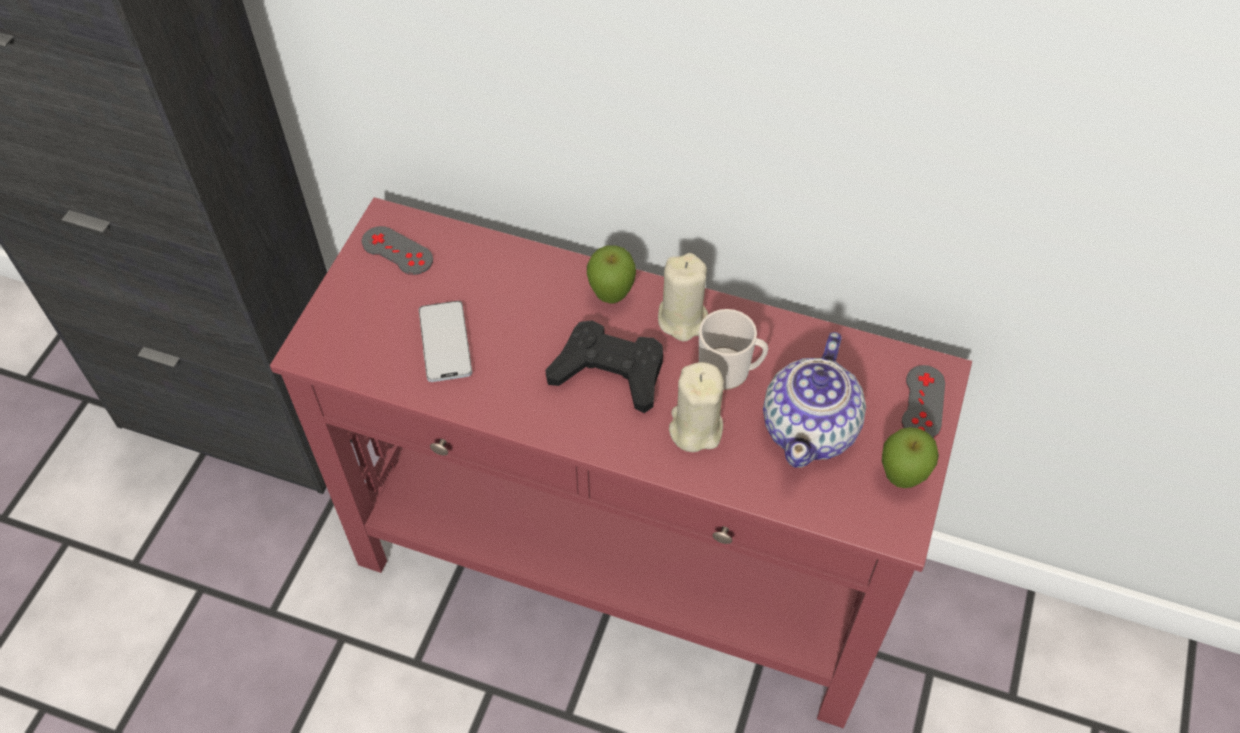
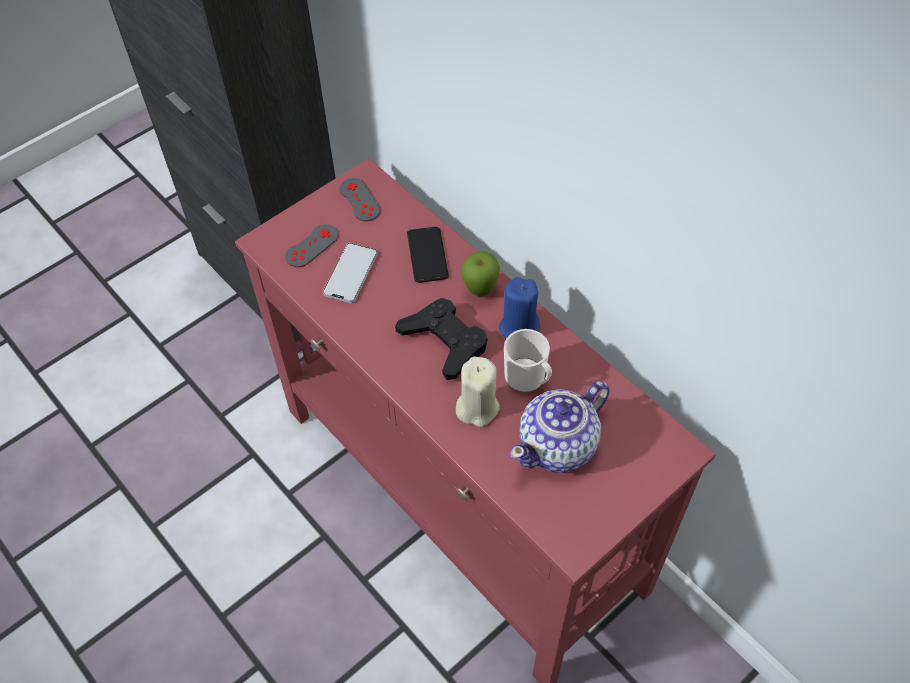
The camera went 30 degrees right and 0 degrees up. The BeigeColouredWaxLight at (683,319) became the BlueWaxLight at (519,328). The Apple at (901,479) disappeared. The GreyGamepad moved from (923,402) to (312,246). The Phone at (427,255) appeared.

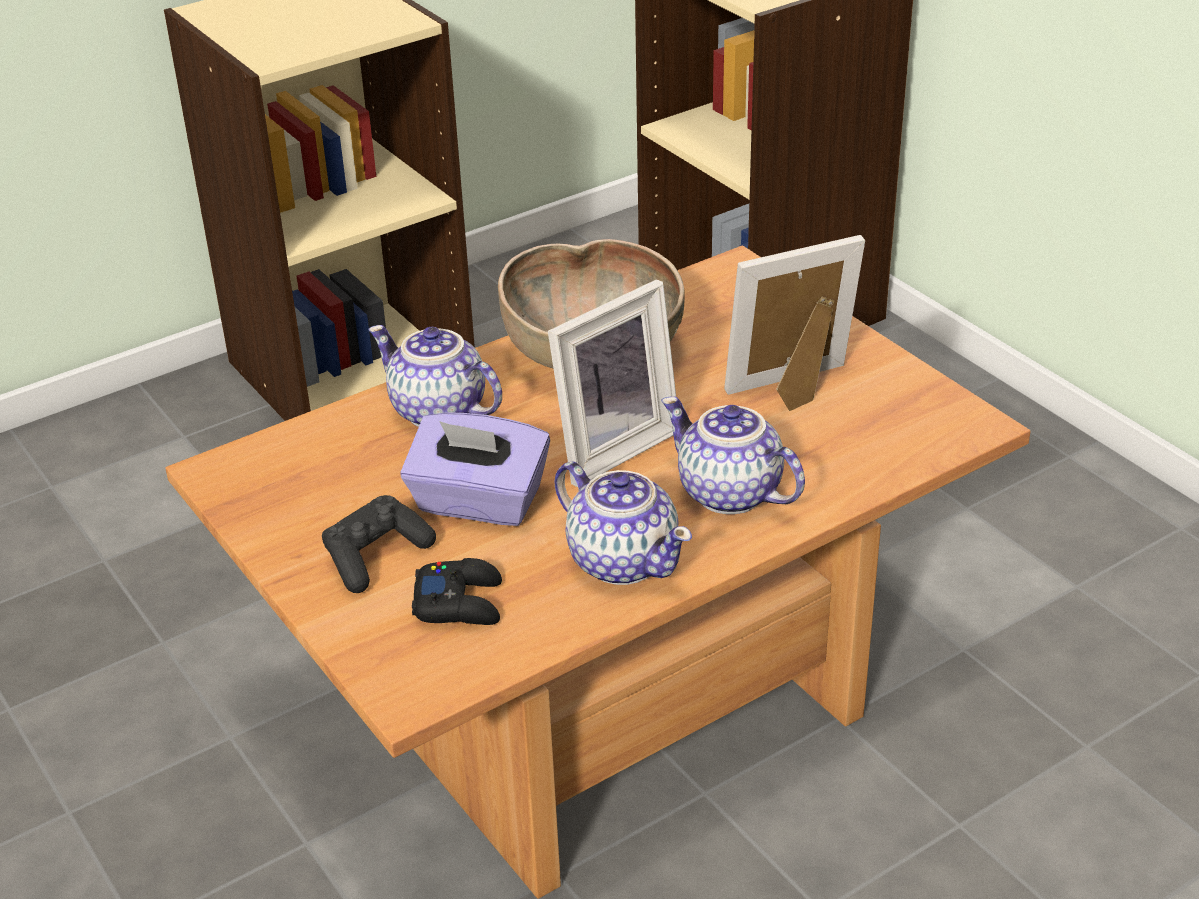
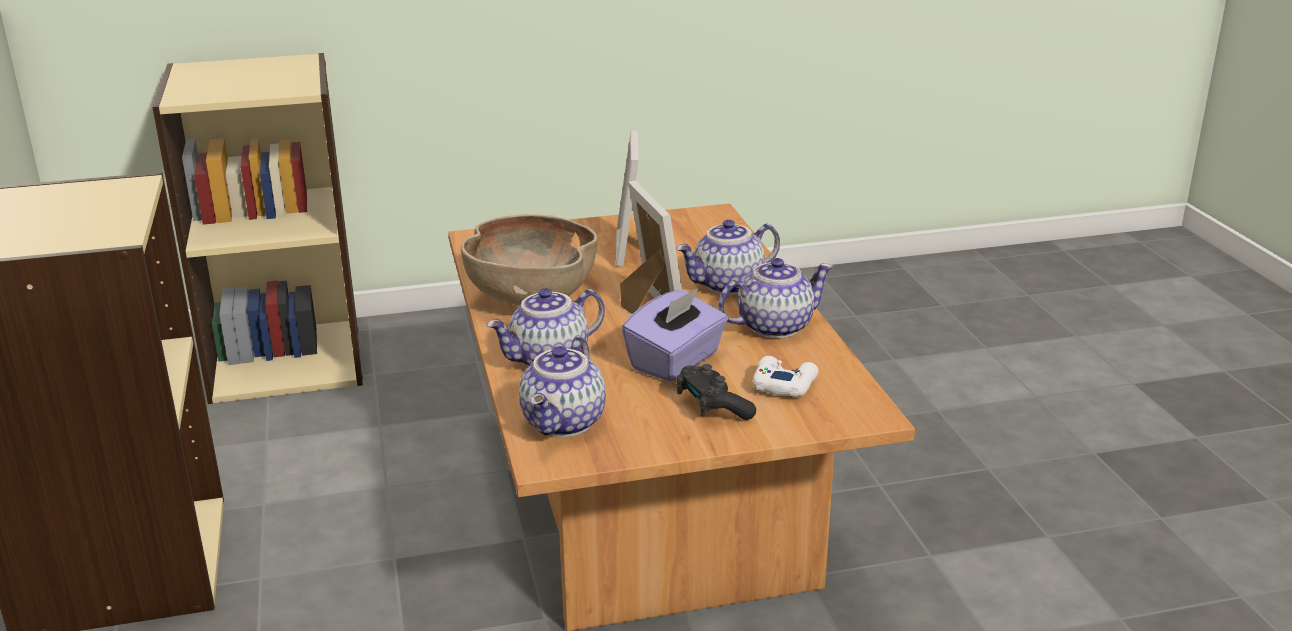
The camera went 70 degrees left and 10 degrees down. The BlackColouredGamepad at (460,603) became the WhiteColouredGamepad at (784,384). The TeaPot at (565,423) appeared.

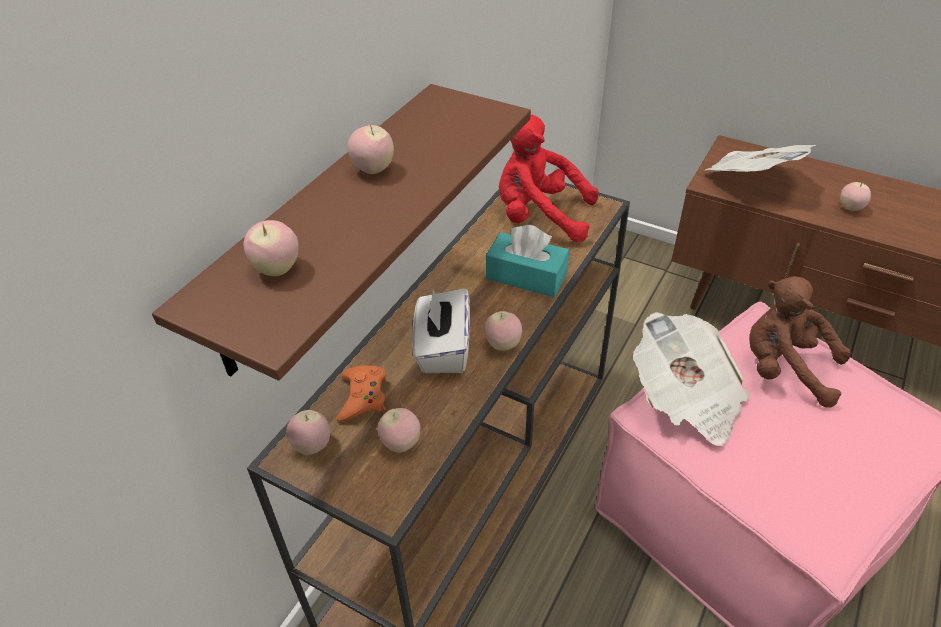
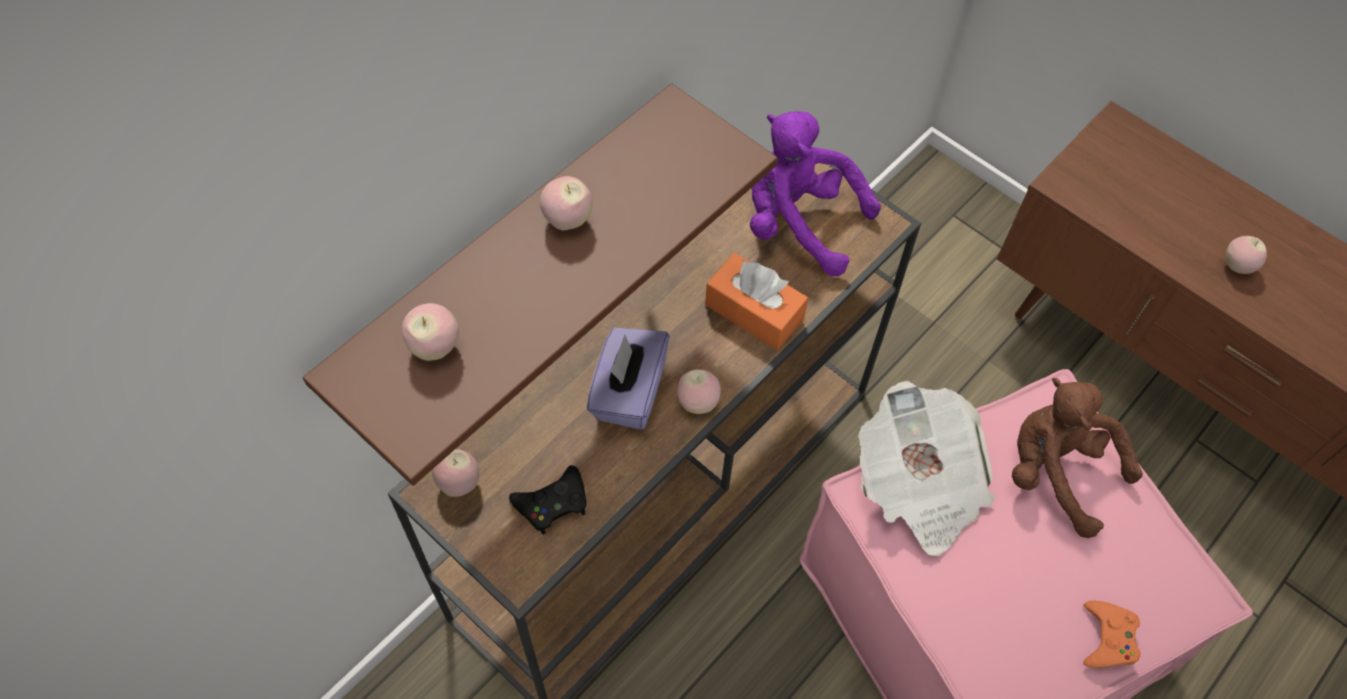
The camera went 10 degrees right and 15 degrees up. The OrangeColouredGamepad moved from (362,397) to (1108,638). The Apple at (401,443) was replaced by the BlackColouredGamepad at (552,503). The WhiteColouredTissueHolder at (443,349) became the PurpleColouredTissueHolder at (628,392). The TurquoiseColouredTissueHolder at (526,276) became the OrangeColouredTissueHolder at (754,311). The RedColouredSoftToy at (539,217) became the PurpleColouredSoftToy at (798,223). The DailyPaper at (751,179) disappeared.

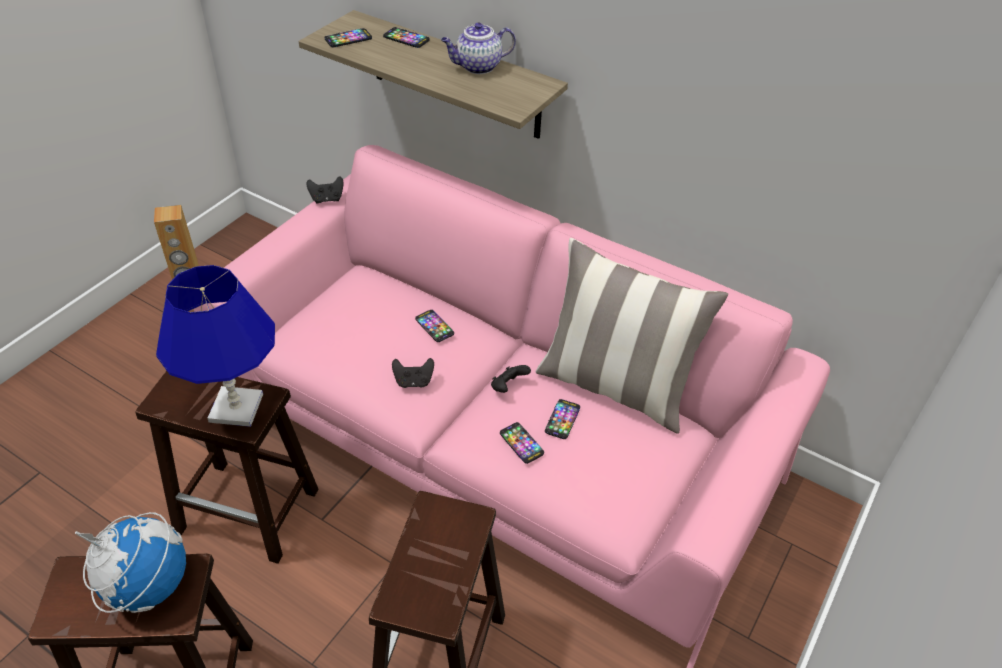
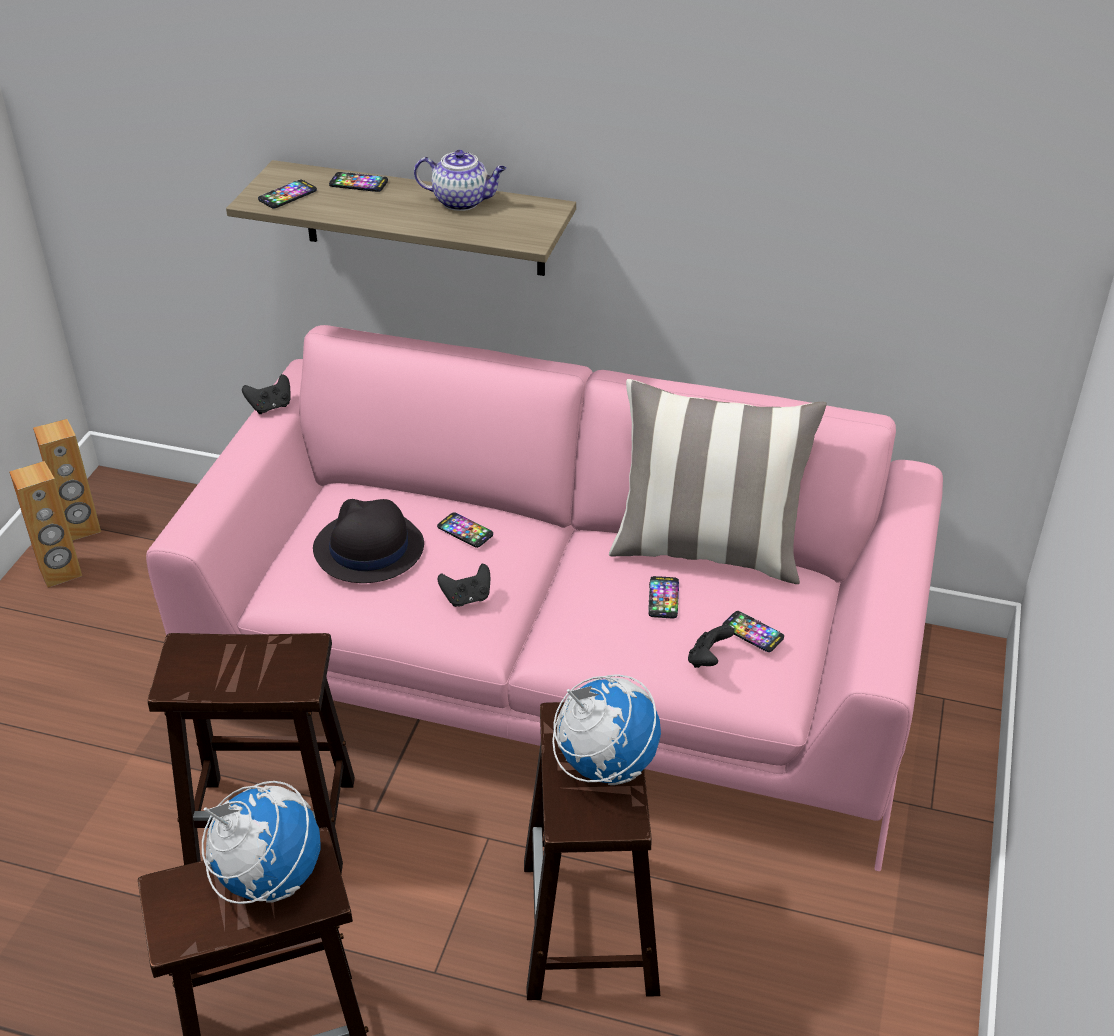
The camera went 15 degrees left and 5 degrees down. The BlueTableLamp at (236,408) disappeared. The TeaPot at (477,67) turned 135 degrees counterclockwise. The BlackColouredGamepad moved from (508,387) to (708,659). The Phone moved from (521,443) to (752,632). The BrownishLoudspeaker at (81,528) appeared. The BlackColouredClothingHat at (368,549) appeared. The Globe at (605,764) appeared.

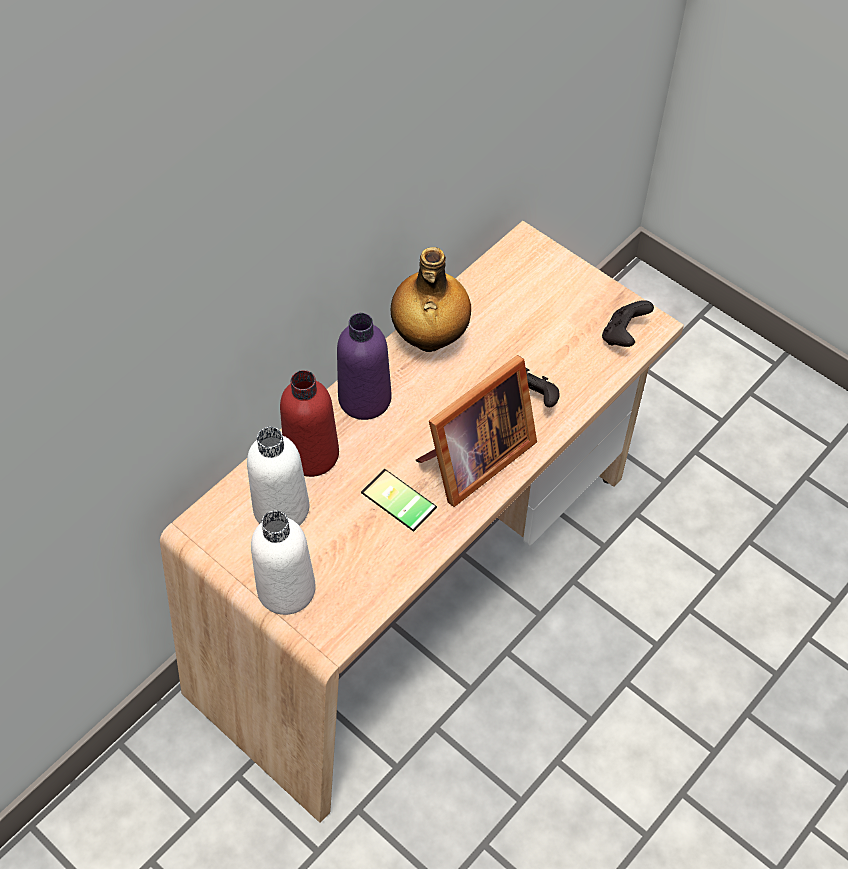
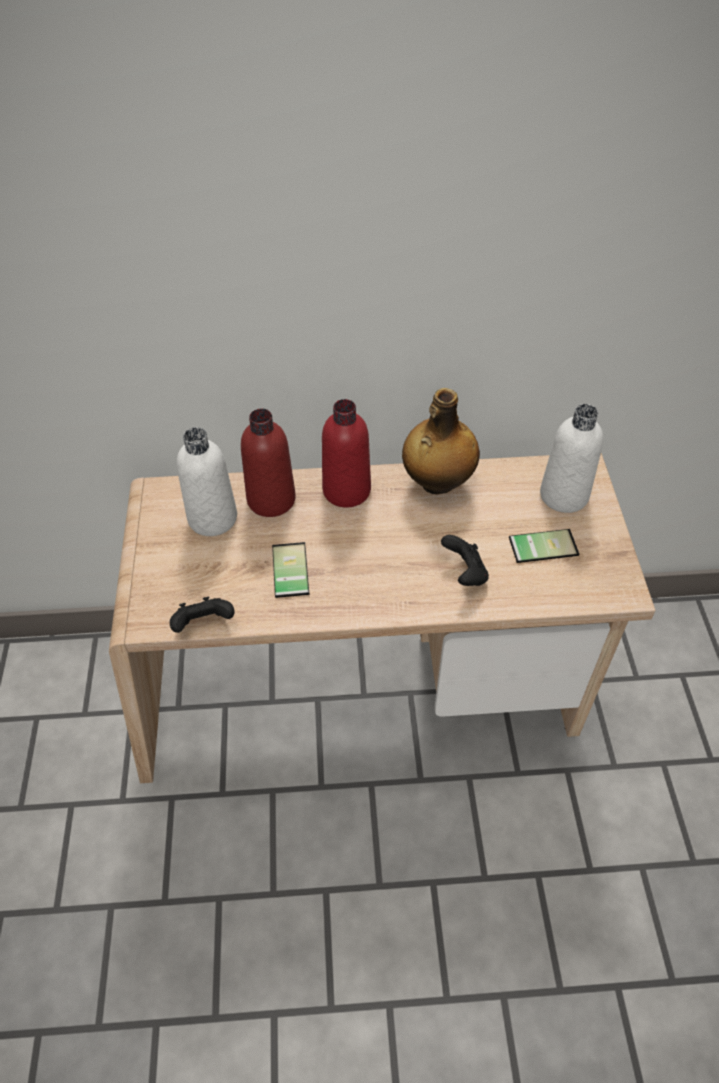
The camera went 45 degrees right and 5 degrees down. The WhiteColouredBottle moved from (286,589) to (564,495). The PurpleColouredBottle at (365,399) became the RedColouredBottle at (346,490). The StandingFrame at (472,460) disappeared. The BlackColouredGamepad moved from (623,336) to (204,624). The Phone at (542,543) appeared.

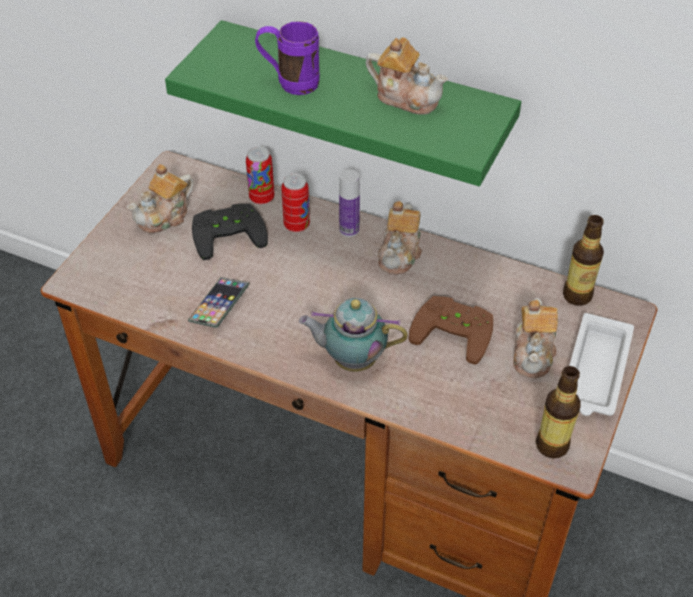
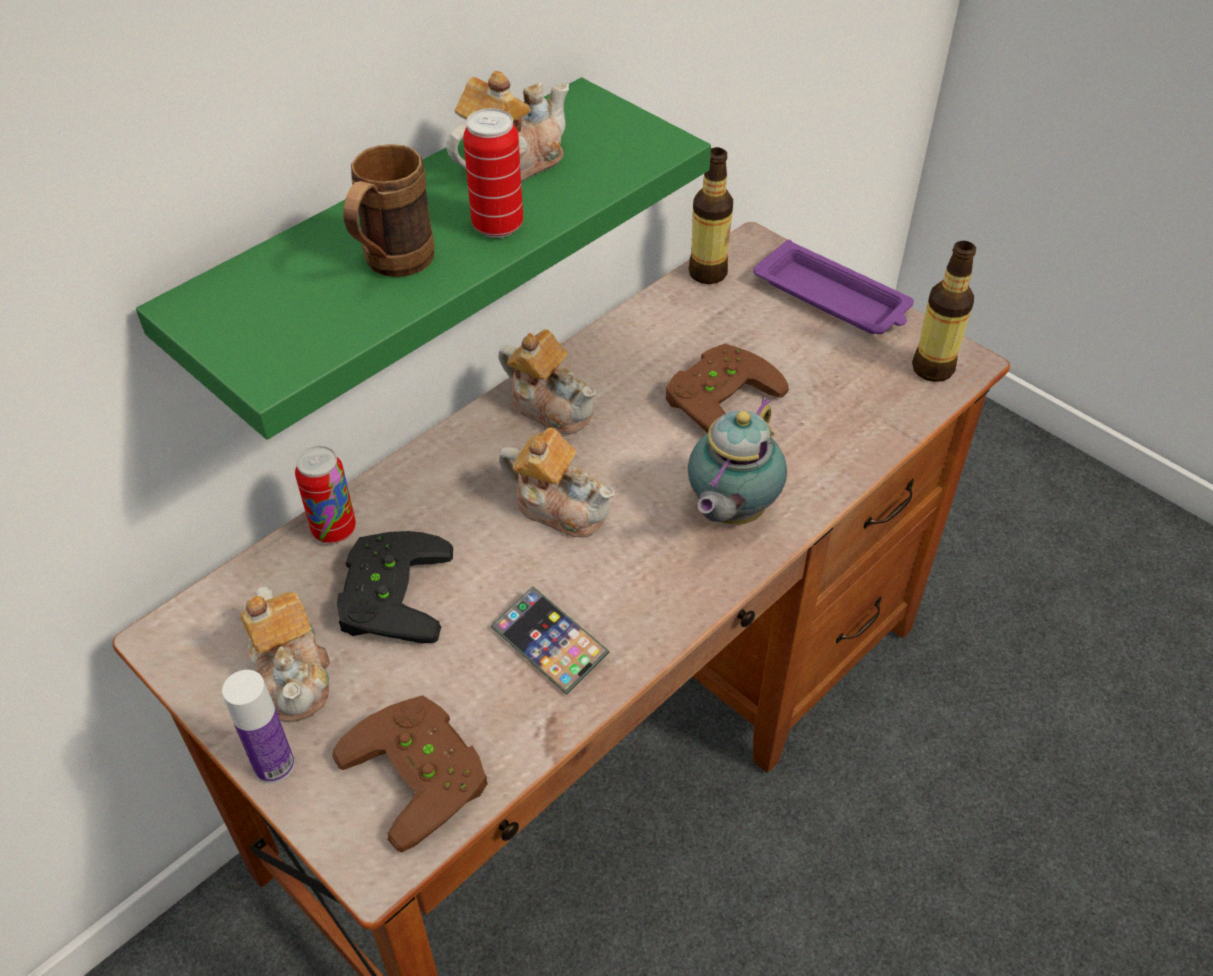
The camera went 70 degrees left and 0 degrees up. The PurpleColouredTeaMug at (289,83) became the BrownishTeaMug at (391,267). The Can moved from (296,225) to (497,226). The Bottle moved from (349,230) to (274,765). The TeaPot moved from (533,353) to (560,507). The WhiteColouredTray at (595,371) became the PurpleColouredTray at (833,298). The BrownishGamepad at (424,770) appeared.

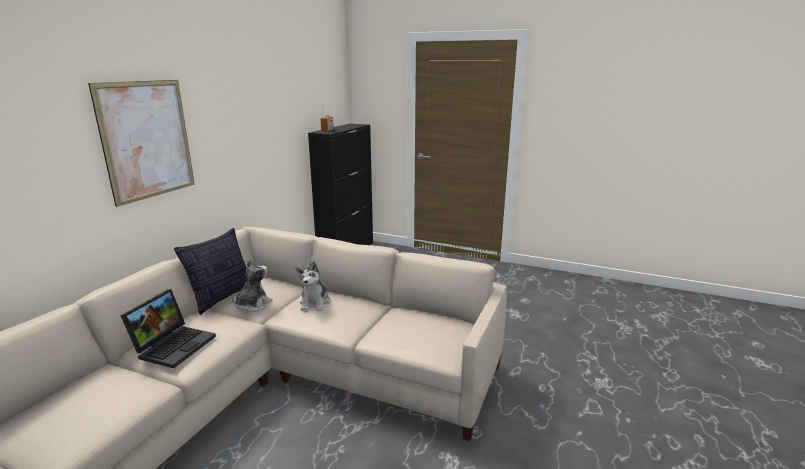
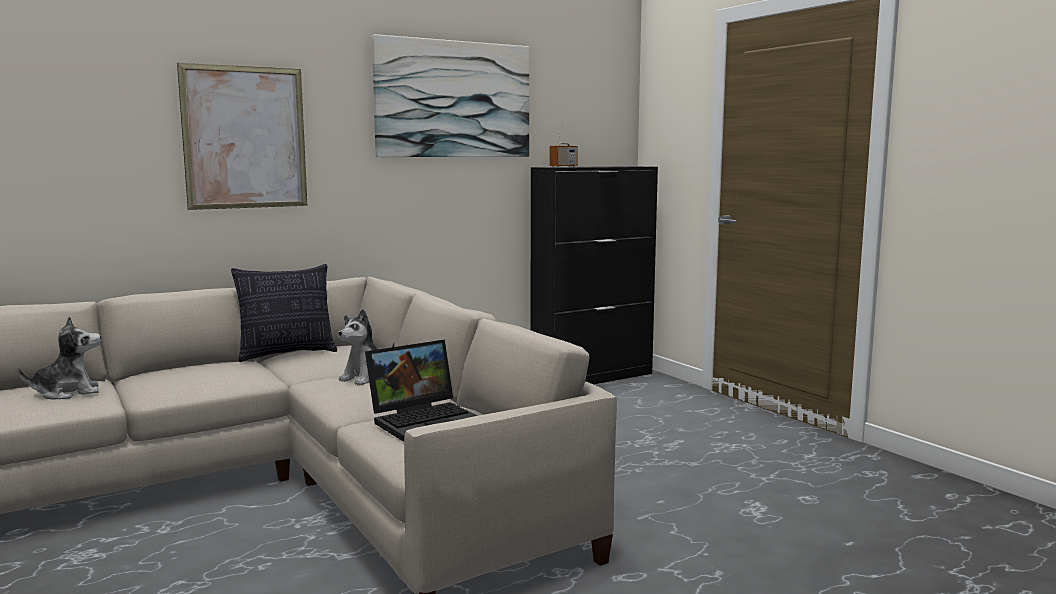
The camera went 35 degrees right and 10 degrees down. The Laptop moved from (174,345) to (426,420). The SoftToy moved from (252,305) to (68,393). The WallArt at (453,99) appeared.

